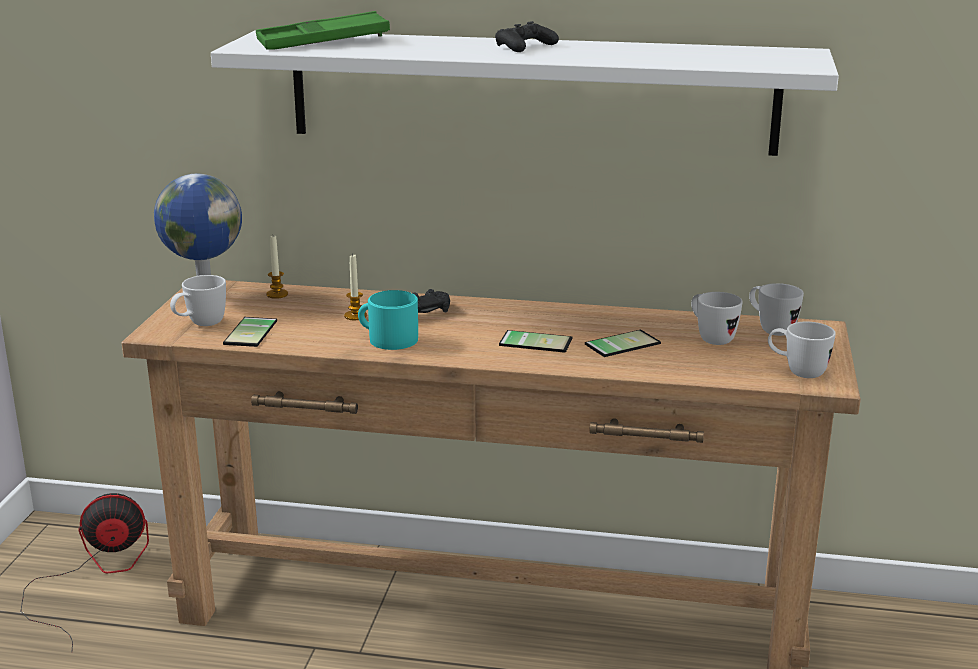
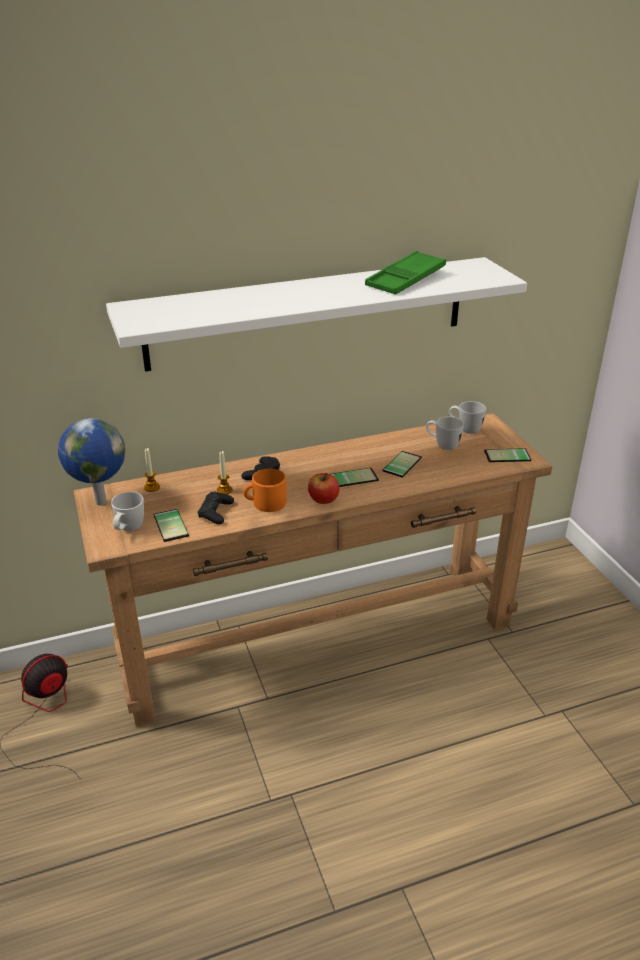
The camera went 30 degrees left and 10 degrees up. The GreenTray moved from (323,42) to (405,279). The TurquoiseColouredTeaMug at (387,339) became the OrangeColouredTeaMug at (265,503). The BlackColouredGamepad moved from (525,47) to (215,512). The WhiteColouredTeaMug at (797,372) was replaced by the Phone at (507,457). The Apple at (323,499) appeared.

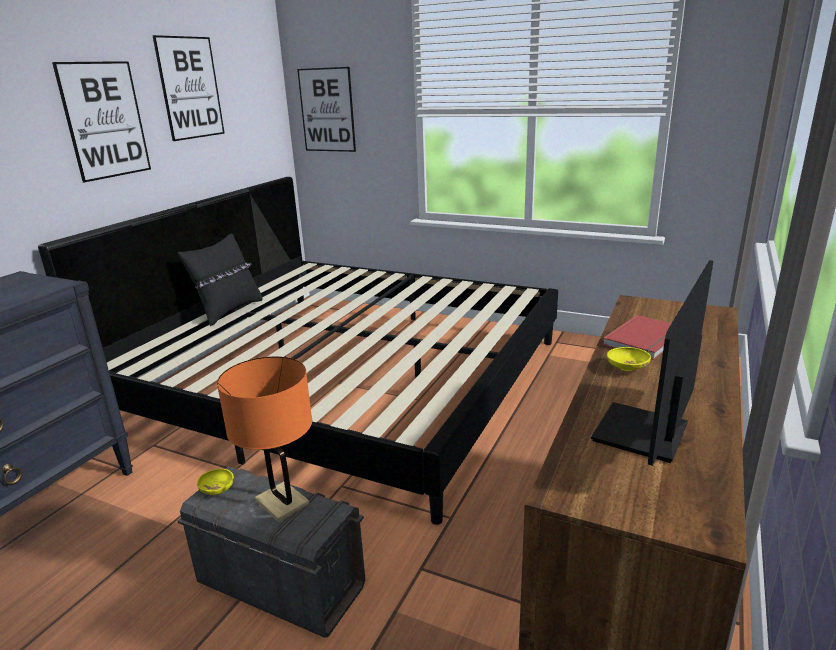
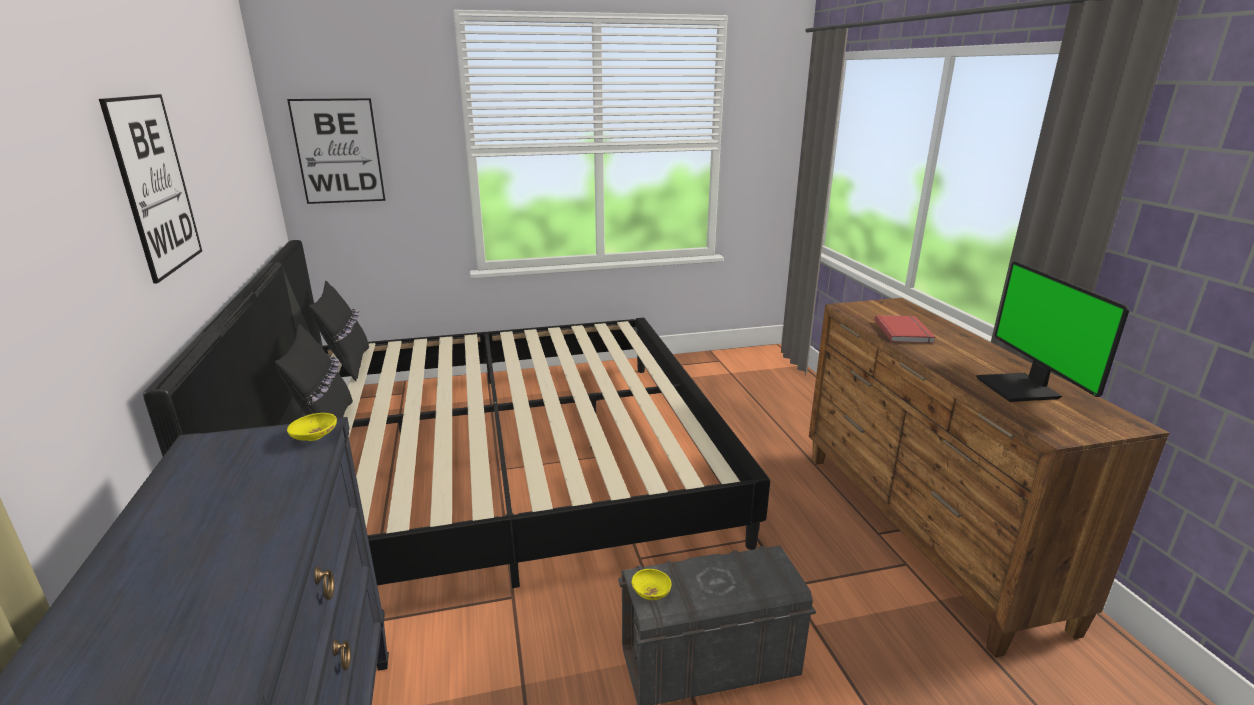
The camera went 40 degrees left and 0 degrees up. The WallArt at (190,88) disappeared. The OrangeColouredTableLamp at (282,502) disappeared. The YellowColouredDeepDish moved from (627,368) to (315,438). The BlackColouredCushion at (348,365) appeared.

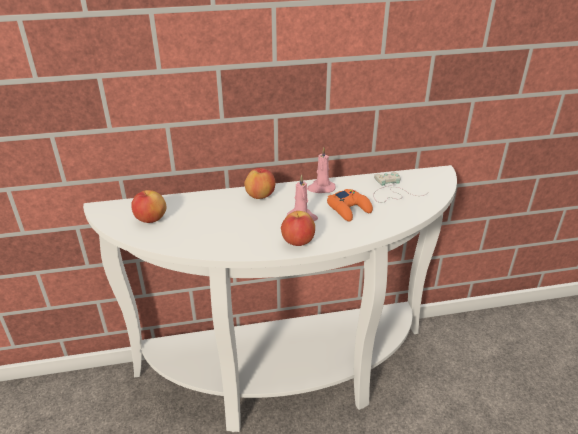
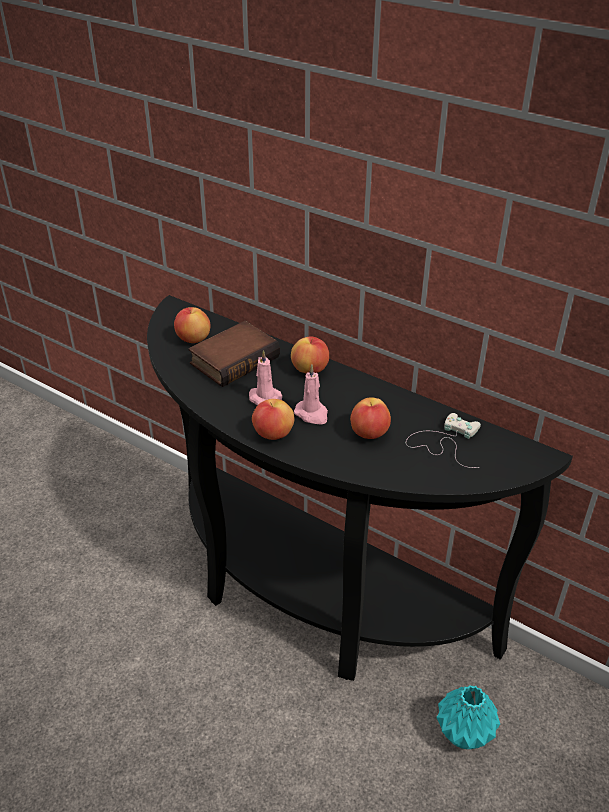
The camera went 45 degrees right and 5 degrees up. The WhiteColouredNarrowTable at (287,378) became the BlackColouredNarrowTable at (309,595). The PinkWaxLight moved from (320,188) to (263,398). The OrangeColouredGamepad at (349,209) was replaced by the Apple at (369,433). The Volume at (234,358) appeared. The TurquoiseColouredFlowerVase at (464,735) appeared.

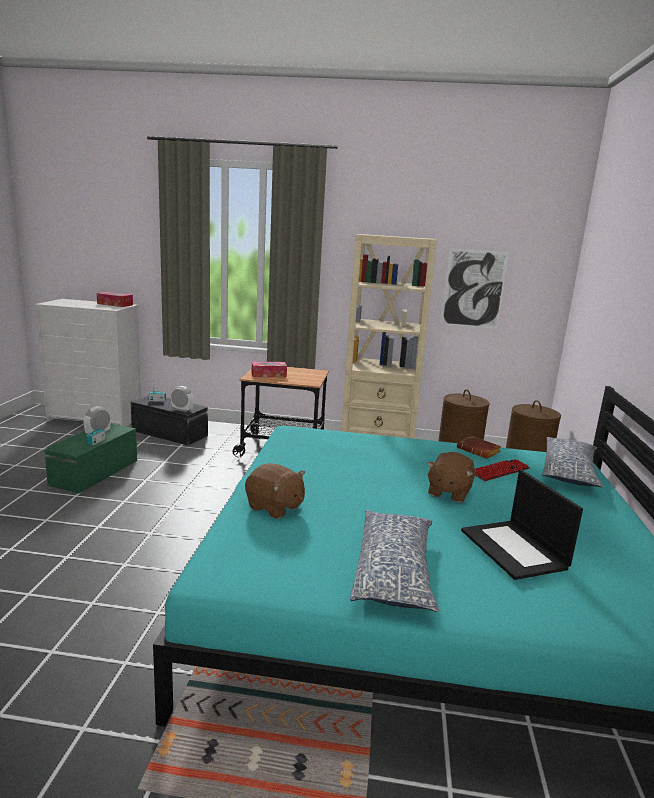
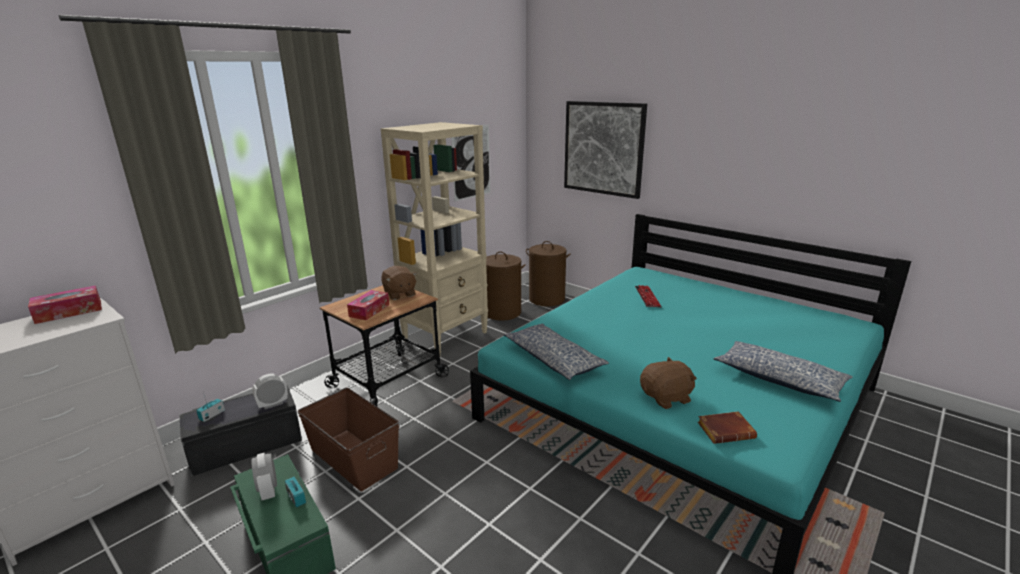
The camera went 55 degrees left and 5 degrees up. The BrownishSoftToy moved from (448,492) to (399,294). The BrownishVolume moved from (479,451) to (726,431). The Laptop at (514,549) disappeared. The Cushion moved from (569,471) to (553,359). The BrownishStorageBox at (354,457) appeared. The WallArt at (603,148) appeared.

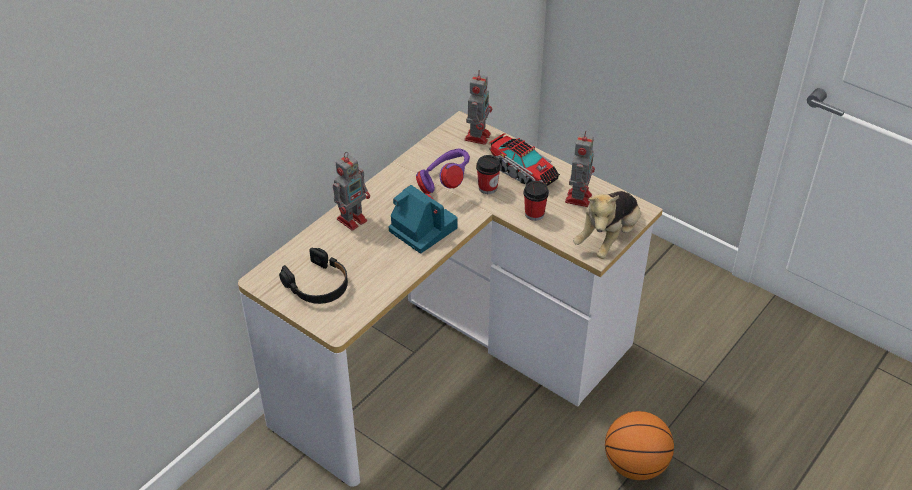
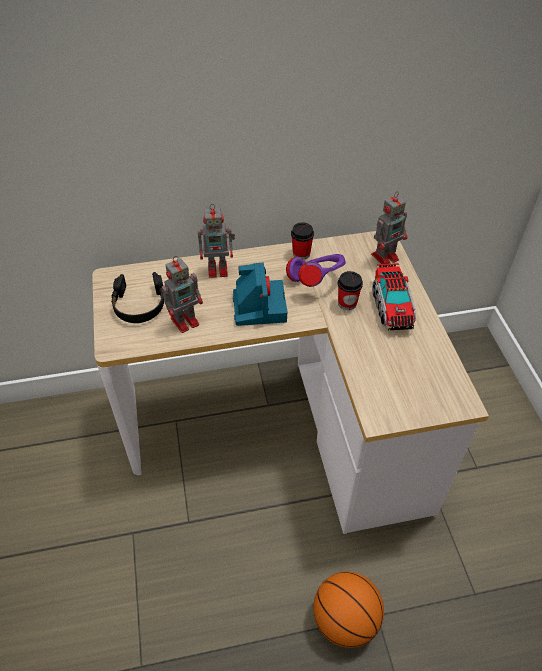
The camera went 40 degrees right and 5 degrees up. The Cup moved from (534,214) to (301,253). The ToyRobot moved from (578,197) to (186,320). The SoftToy at (608,238) disappeared.

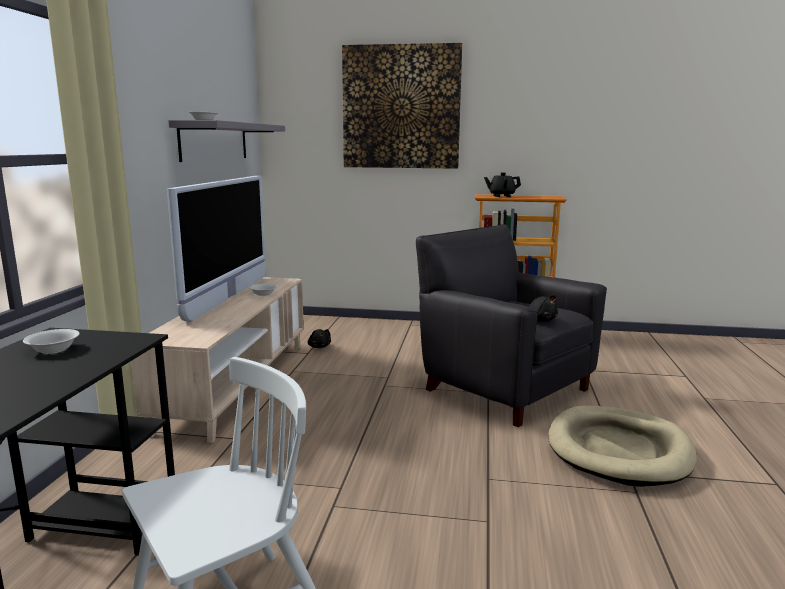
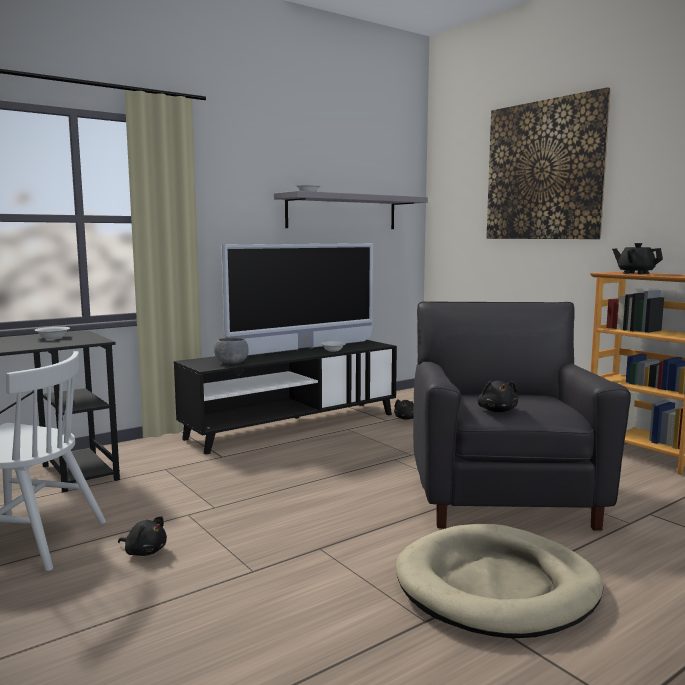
The camera went 45 degrees right and 5 degrees down. The BeigeColouredTvUnit at (237,384) became the BlackColouredTvUnit at (293,426). The BlackColouredSoftToy at (144,551) appeared. The GreyDeepDish at (232,363) appeared.

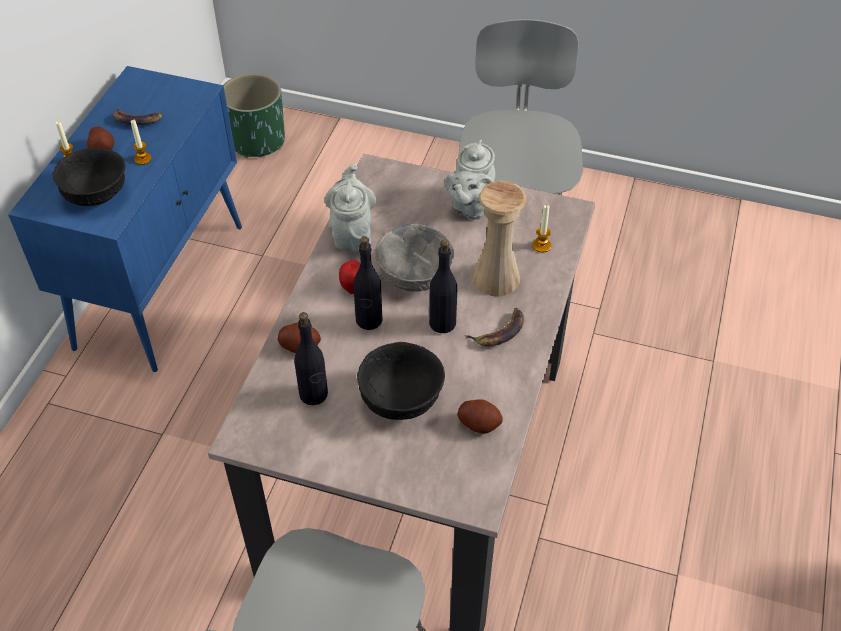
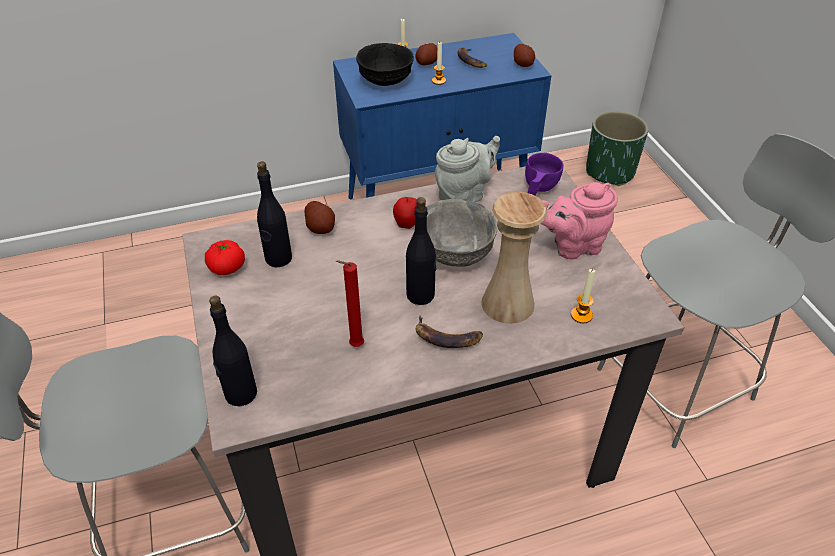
The camera went 55 degrees right and 5 degrees down. The BlackColouredBottle moved from (369,320) to (240,394). The BlackColouredDeepDish at (400,400) disappeared. The GreyTeaPot at (470,206) became the PinkTeaPot at (573,246). The Spud moved from (479,423) to (523,64). The Tomato at (227,267) appeared. The RedColouredWaxLight at (354,346) appeared. The PurpleColouredCup at (537,190) appeared.

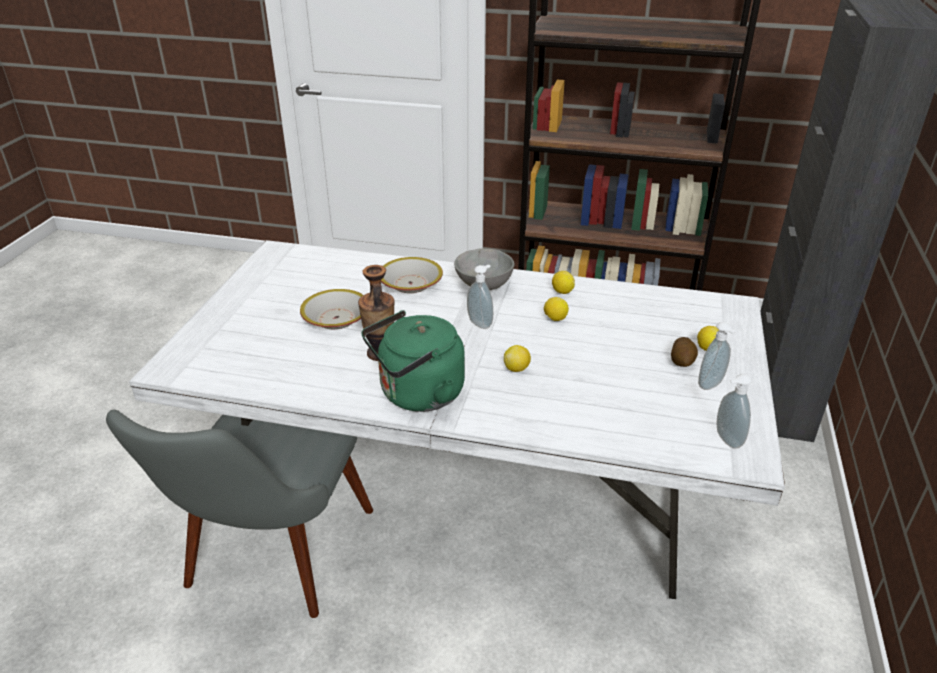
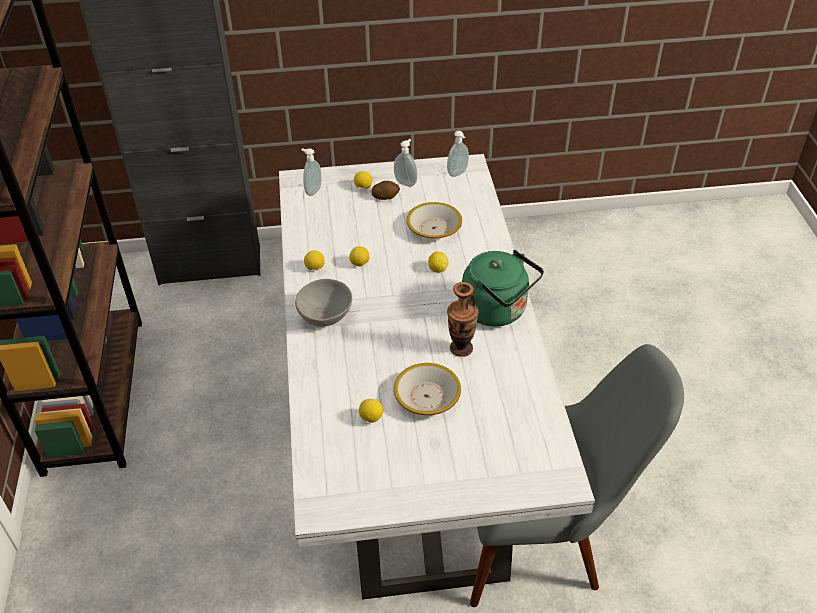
The camera went 110 degrees left and 10 degrees up. The DeepDish moved from (410,284) to (434,228). The LiquidSoapBottle moved from (481,323) to (312,191). The Lemon at (371,418) appeared.

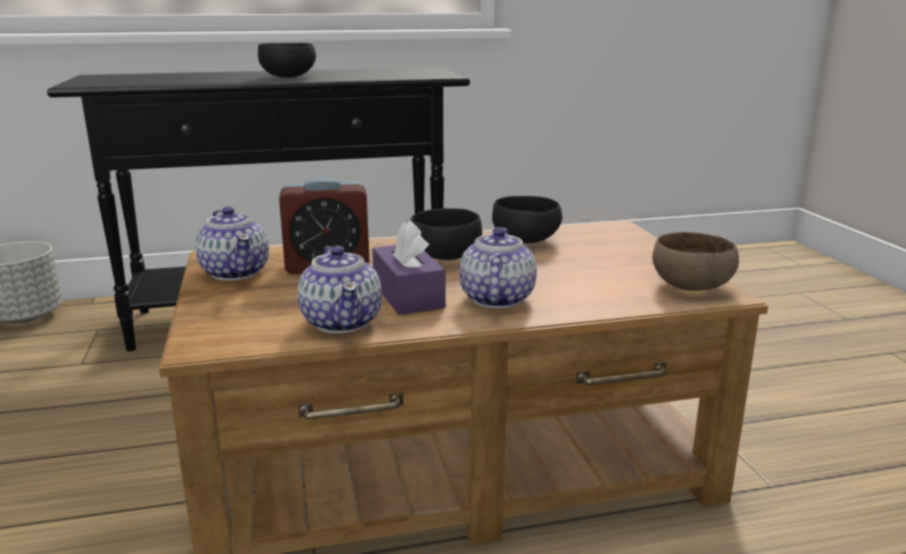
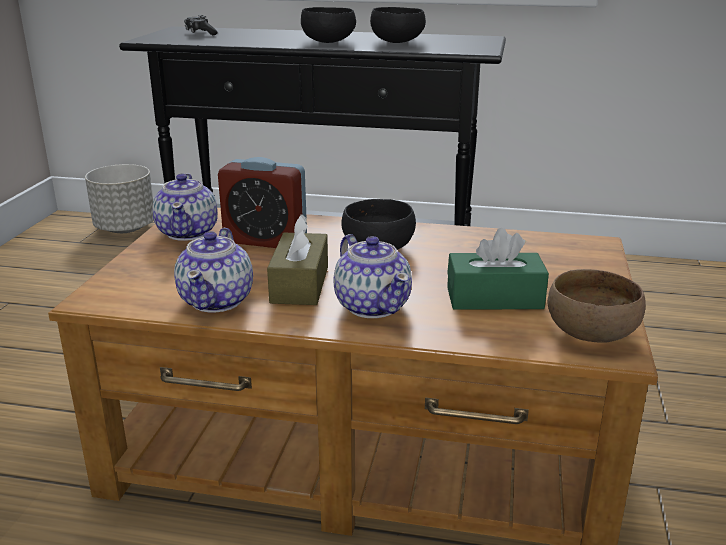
The camera went 25 degrees right and 5 degrees up. The PurpleColouredTissueHolder at (408,295) became the BrownishTissueHolder at (300,284). The TeaPot at (496,299) turned 120 degrees clockwise. The BlackColouredDeepDish moved from (527,240) to (398,42). The Gamepad at (200,33) appeared. The GreenTissueHolder at (494,298) appeared.

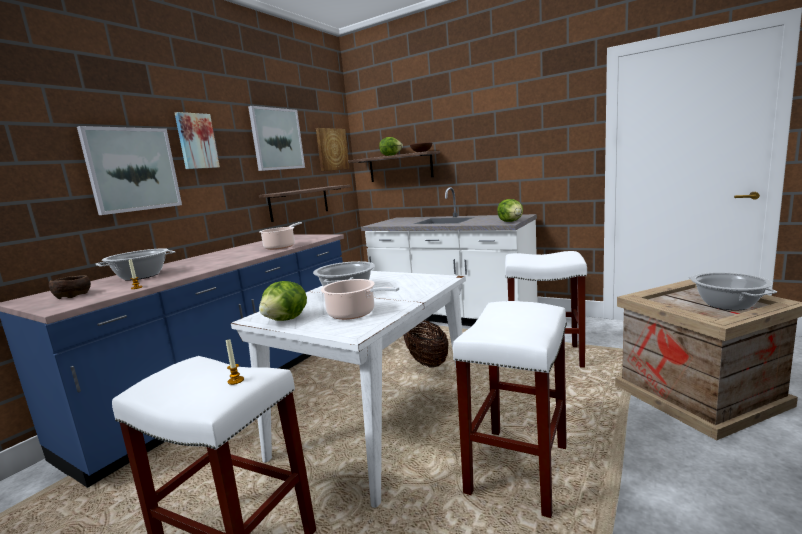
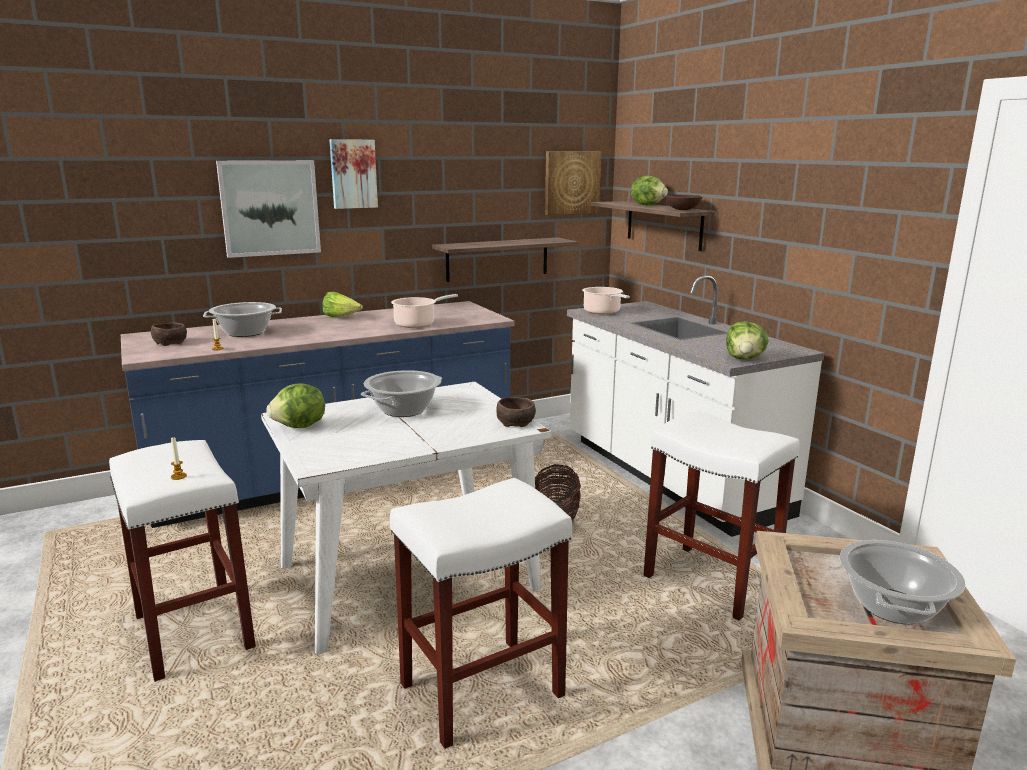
The camera went 30 degrees right and 5 degrees up. The WallArt at (277,139) disappeared. The CookingPot moved from (354,314) to (603,312). The Lettuce at (341,317) appeared. The BrownishDeepDish at (516,422) appeared.

